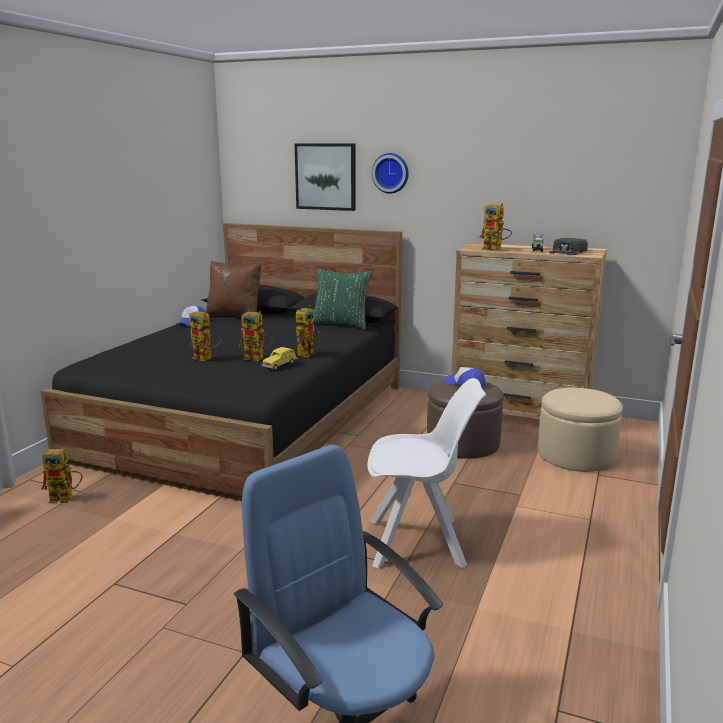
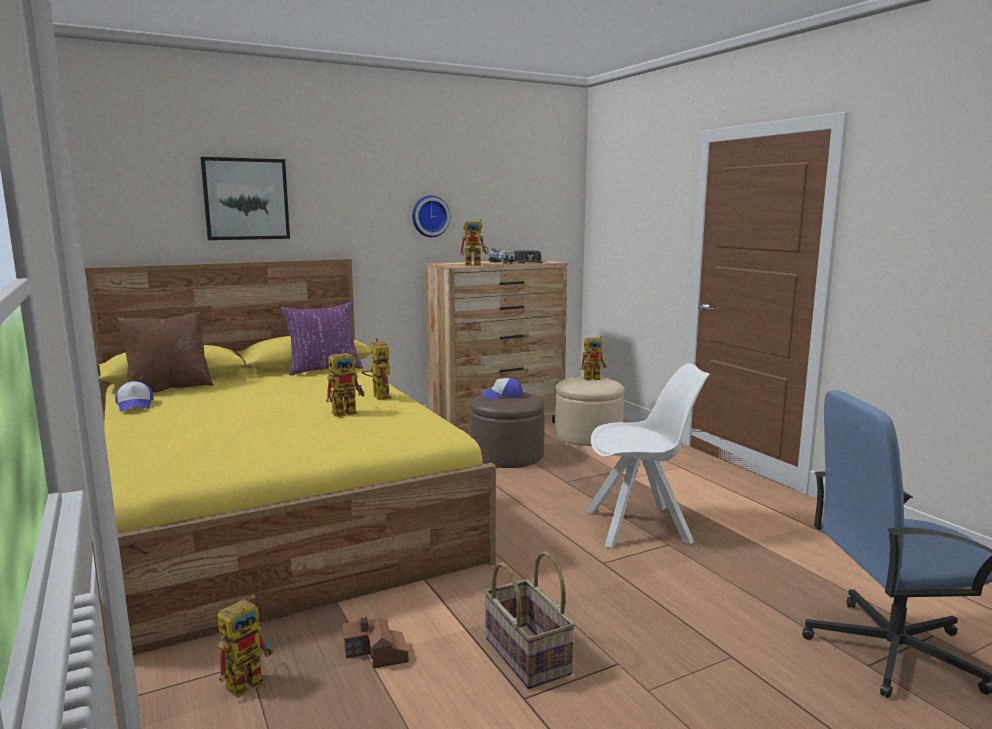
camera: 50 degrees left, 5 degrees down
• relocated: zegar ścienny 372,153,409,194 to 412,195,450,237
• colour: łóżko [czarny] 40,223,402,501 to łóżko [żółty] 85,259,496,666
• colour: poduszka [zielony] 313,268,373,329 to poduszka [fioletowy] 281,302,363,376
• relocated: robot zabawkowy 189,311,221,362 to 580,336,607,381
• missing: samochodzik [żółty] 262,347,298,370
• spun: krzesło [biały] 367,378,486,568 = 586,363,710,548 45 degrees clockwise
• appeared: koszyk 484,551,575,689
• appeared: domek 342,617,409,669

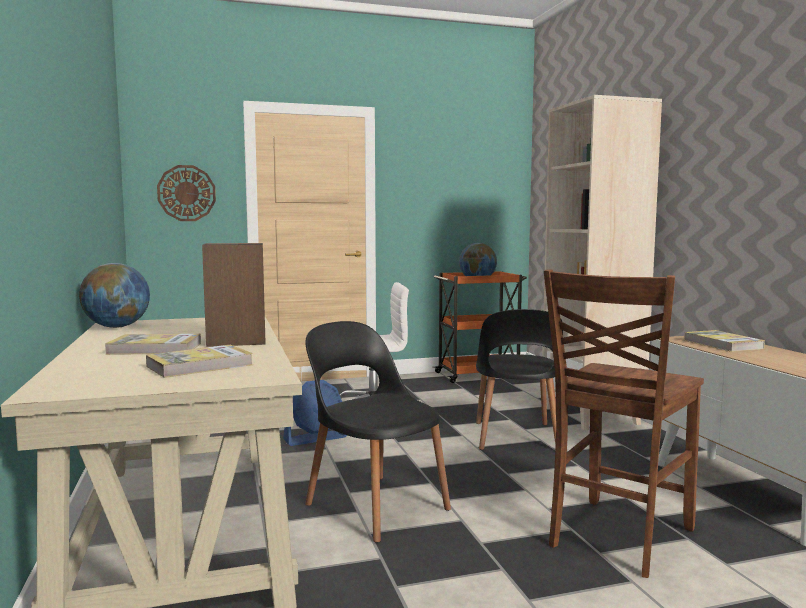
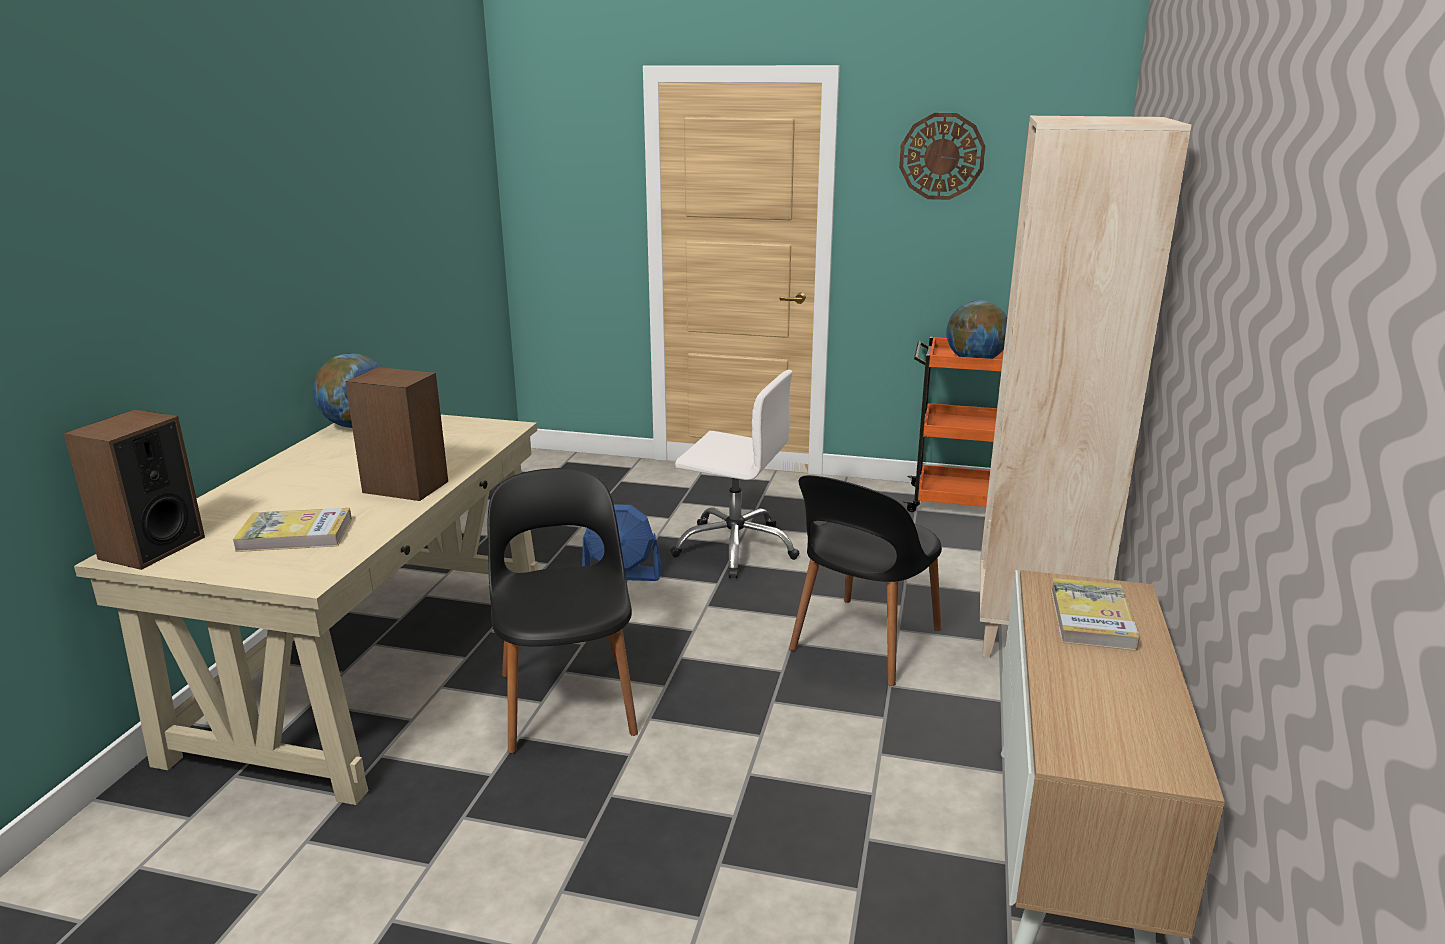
camera: 30 degrees right, 15 degrees up
• relocated: zegar ścienny 157,165,216,221 to 899,113,986,200
• missing: krzesło [brązowy] 544,269,704,578
• missing: książka 105,334,201,355
• appeared: głośnik 64,409,205,570

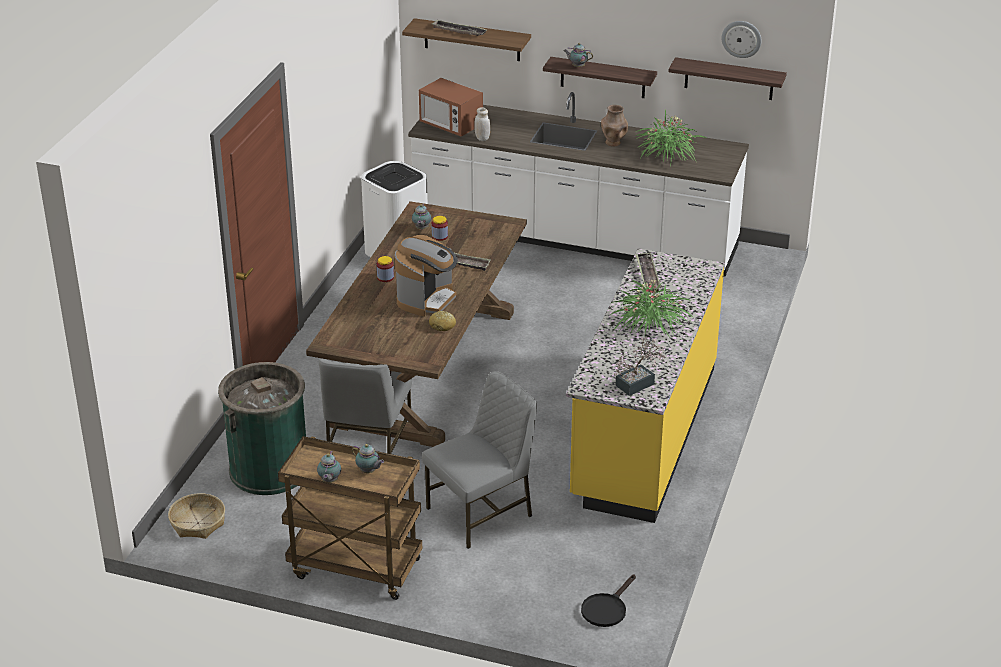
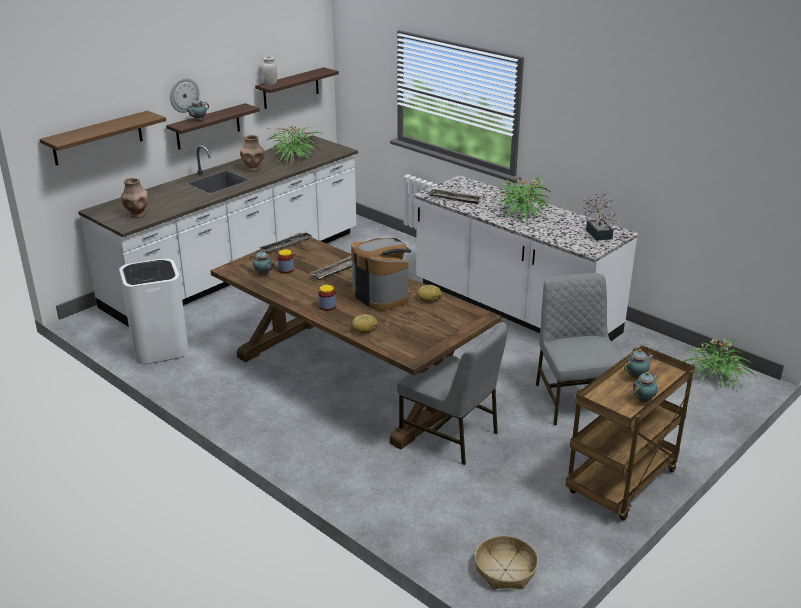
camera: 65 degrees left, 5 degrees down
• relocated: taca 432,19,487,36 to 259,232,313,253
• relocated: zegar ścienny 722,21,761,58 to 170,78,199,113
• exchanged: mikrofalówka 419,78,483,137 to wazon [brązowy] 121,178,148,218
• relocated: słoik [biały] 474,107,490,141 to 262,57,277,86
• colour: zabudowa kuchenna [żółty] 566,248,725,523 to zabudowa kuchenna [biały] 413,175,639,341
• missing: kosz na śmieci [zielony] 218,362,306,495
• spun: imbryk 317,451,341,483 = 633,372,658,402 75 degrees counterclockwise
• exchanged: patelnia [czarny] 581,574,636,627 to roślina doniczkowa 683,336,755,389
• appeared: chleb 352,314,378,333

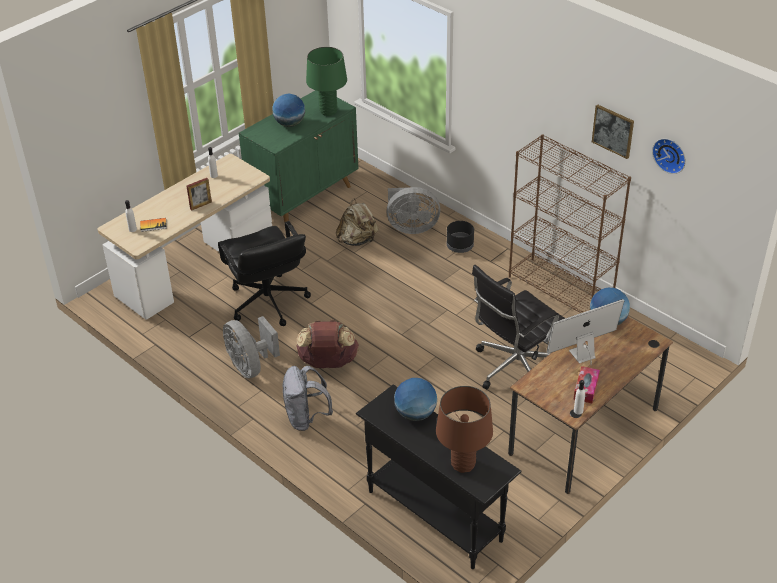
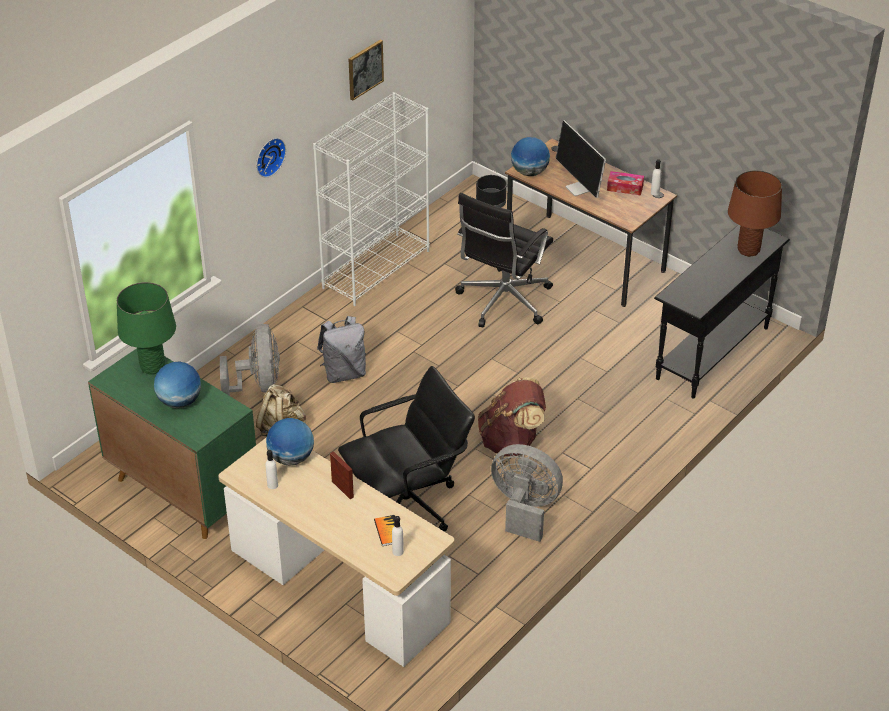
camera: 95 degrees left, 0 degrees up
• colour: regał [brązowy] 509,134,631,313 to regał [biały] 313,92,430,306
• relocated: zegar ścienny 652,138,686,174 to 256,138,286,178
• relocated: donica [czarny] 447,221,474,253 to 476,175,507,208
• spun: krzesło biurowe [czarny] 472,265,565,389 = 455,193,553,327 75 degrees clockwise
• spun: wentylator [szary] 223,316,280,378 = 491,444,563,542 120 degrees counterclockwise
• relocated: plecak [szary] 283,366,333,431 to 317,316,366,383
• relocated: globus 394,378,437,421 to 266,418,314,466

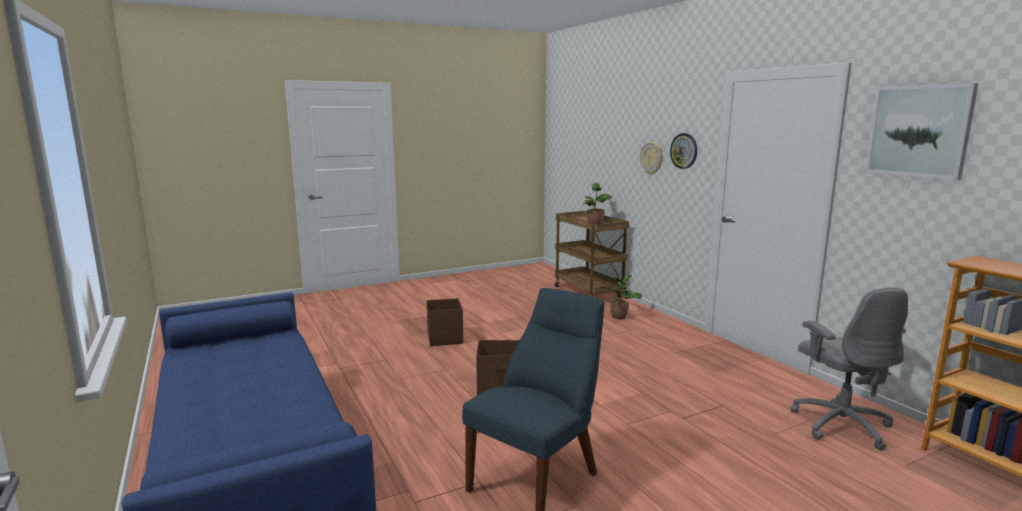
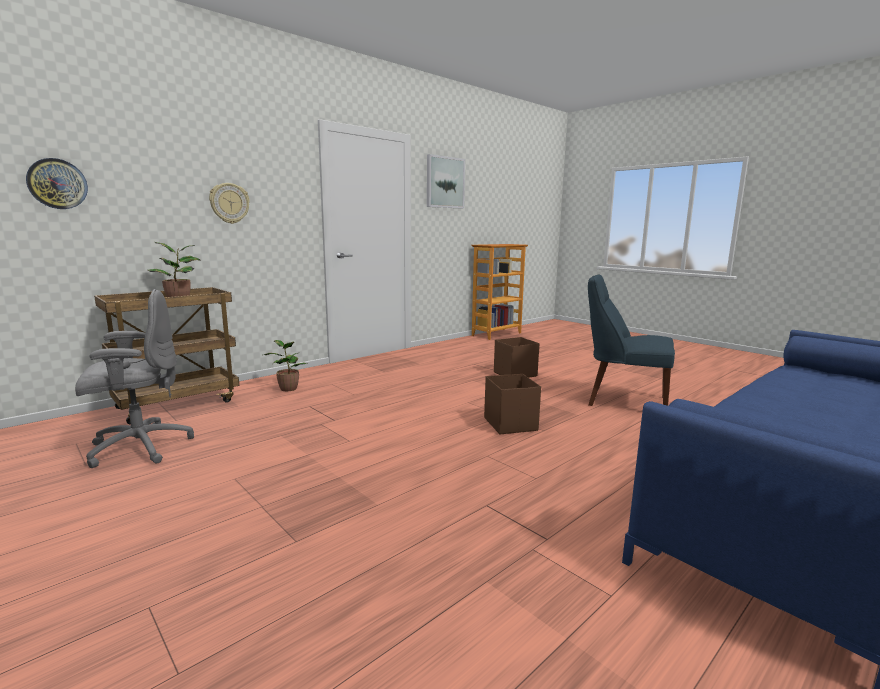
camera: 105 degrees left, 0 degrees up
• relocated: zegar ścienny 670,133,697,169 to 26,158,88,209
• relocated: krzesło biurowe [szary] 791,287,908,451 to 75,289,194,468
• relocated: pojemnik do przechowywania [brązowy] 427,298,463,346 to 494,337,539,378

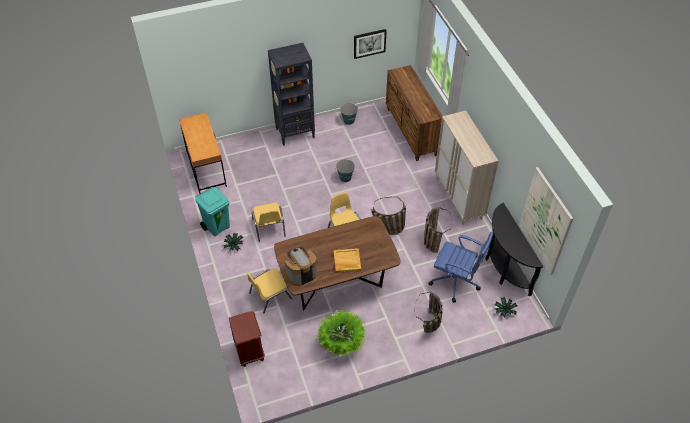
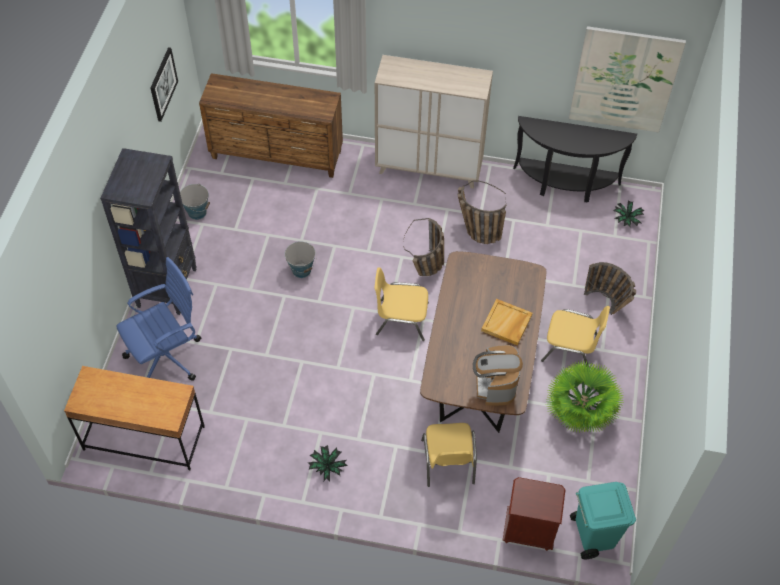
camera: 60 degrees left, 5 degrees up
• relocated: kosz na śmieci [turkusowy] 195,187,230,236 to 570,482,636,559
• relocated: krzesło [żółty] 252,203,286,242 to 541,306,610,366
• relocated: krzesło biurowe [niebieski] 428,231,493,303 to 116,257,201,380

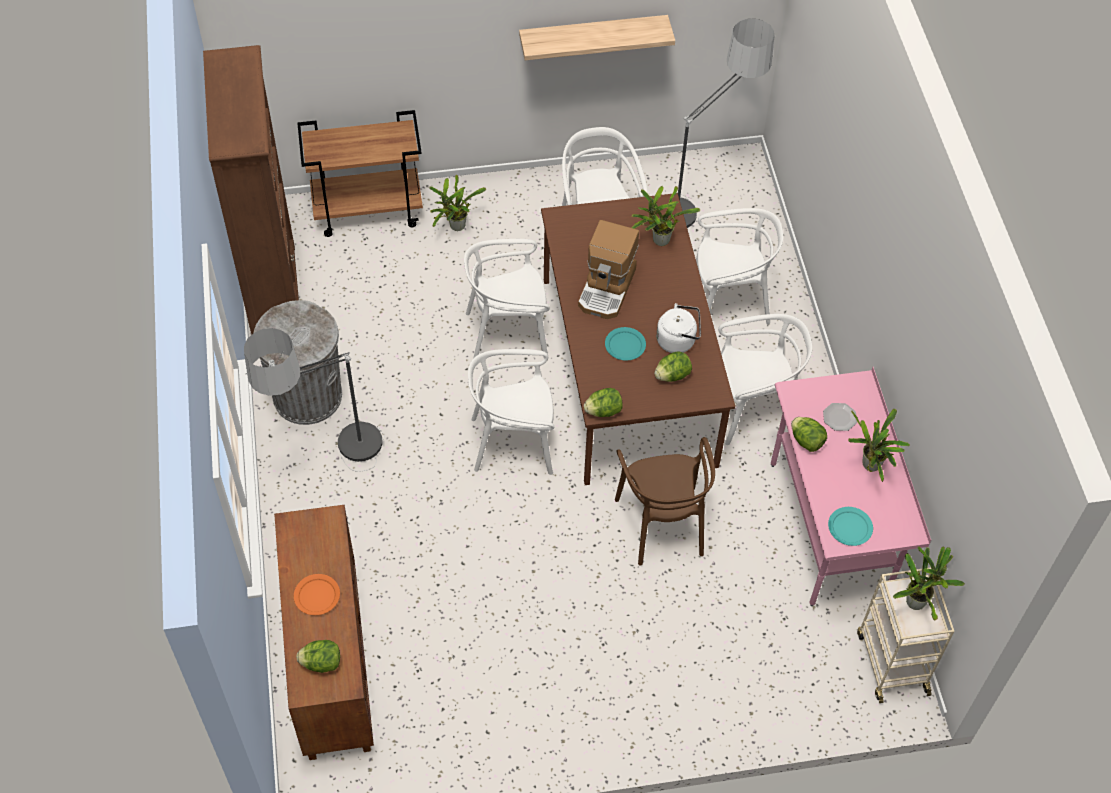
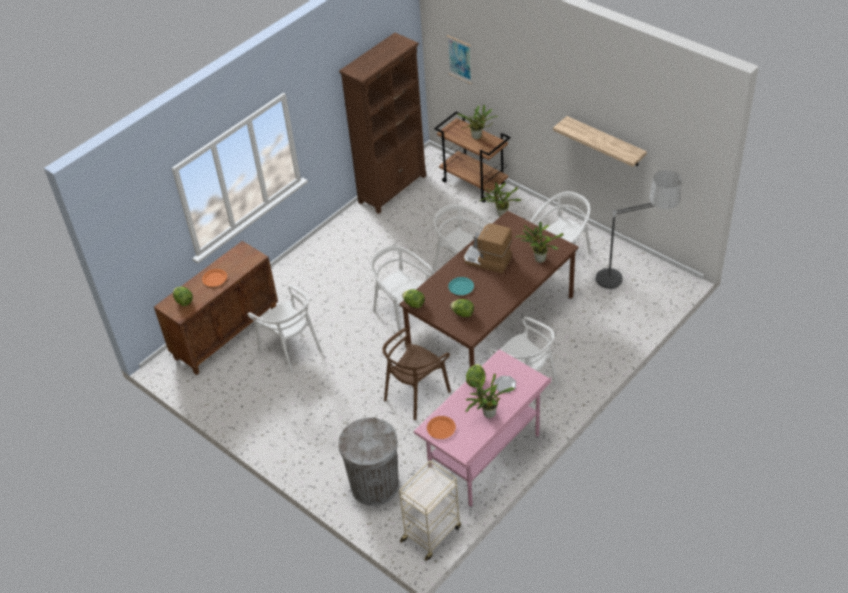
camera: 55 degrees right, 10 degrees down
• relocated: krzesło [biały] 696,208,783,325 to 247,285,322,373
• spun: ekspres do kawy 578,220,639,319 = 464,223,512,274 45 degrees clockwise
• relocated: kosz na śmieci [szary] 254,300,342,425 to 338,417,399,506
• missing: czajnik [biały] 656,303,701,353
• missing: lampa stojąca 244,328,385,471
• colour: talerz [turkusowy] 828,507,873,546 to talerz [pomarańczowy] 427,416,456,439
• relocated: roślina doniczkowa 893,547,965,621 to 457,105,498,140
• appeared: obraz 447,35,472,84

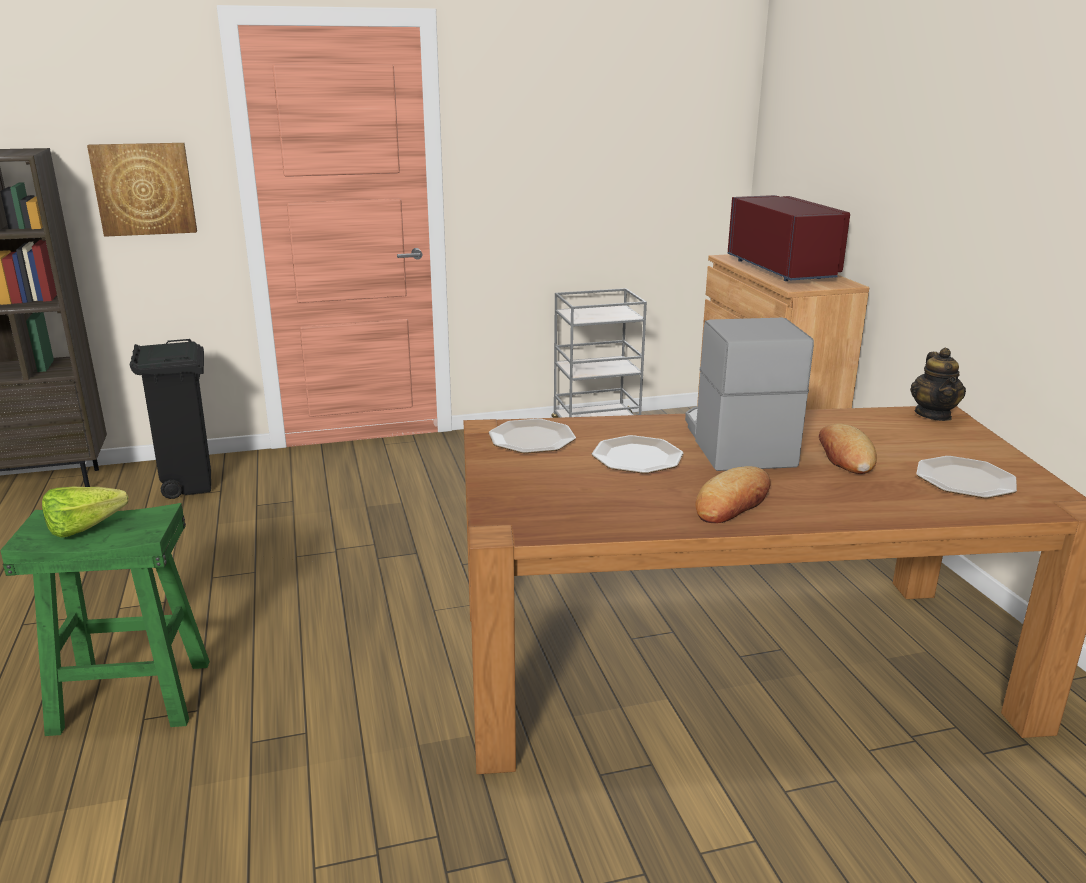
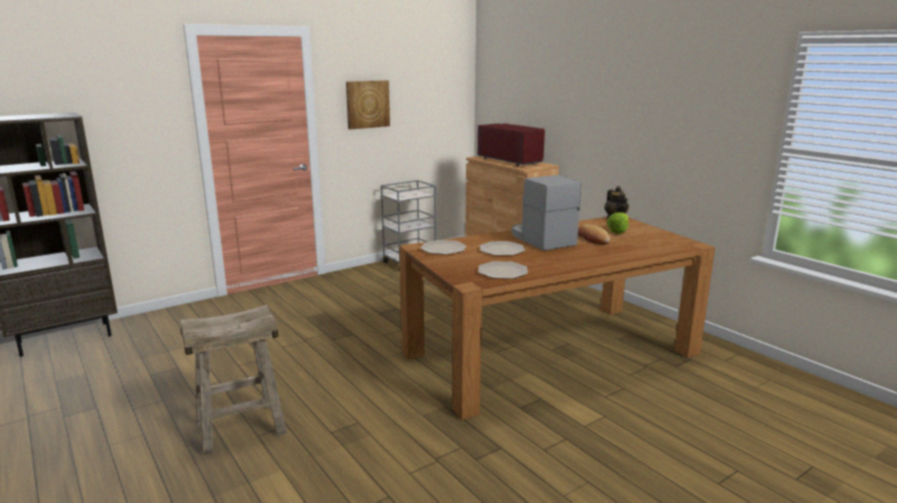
camera: 20 degrees left, 5 degrees down
• relocated: obraz 87,143,197,237 to 346,80,390,129
• missing: kosz na śmieci [czarny] 130,339,211,499
• relocated: talerz 916,456,1017,498 to 478,261,528,279
• missing: chleb 695,466,771,523
• relocated: sałata 42,487,128,538 to 607,212,629,234
• colour: stołek [zielony] 0,503,210,736 to stołek [beżowy] 180,305,287,456

